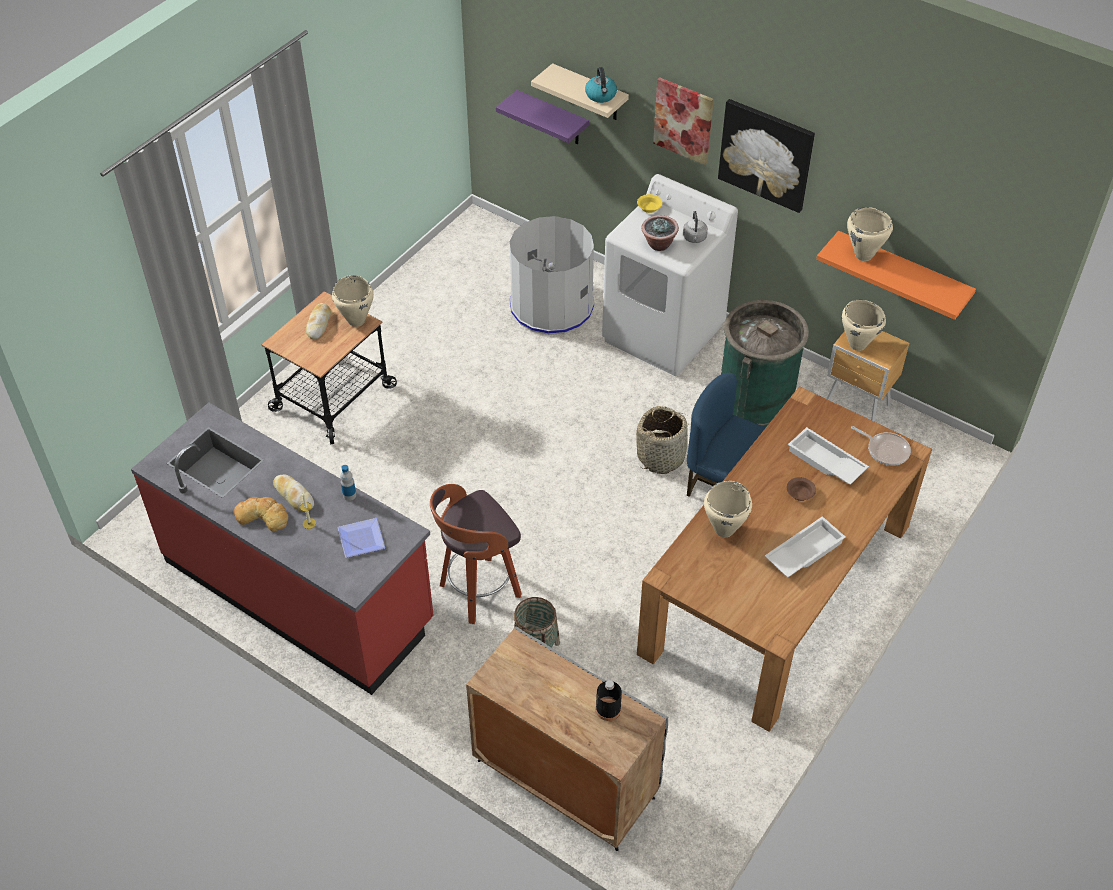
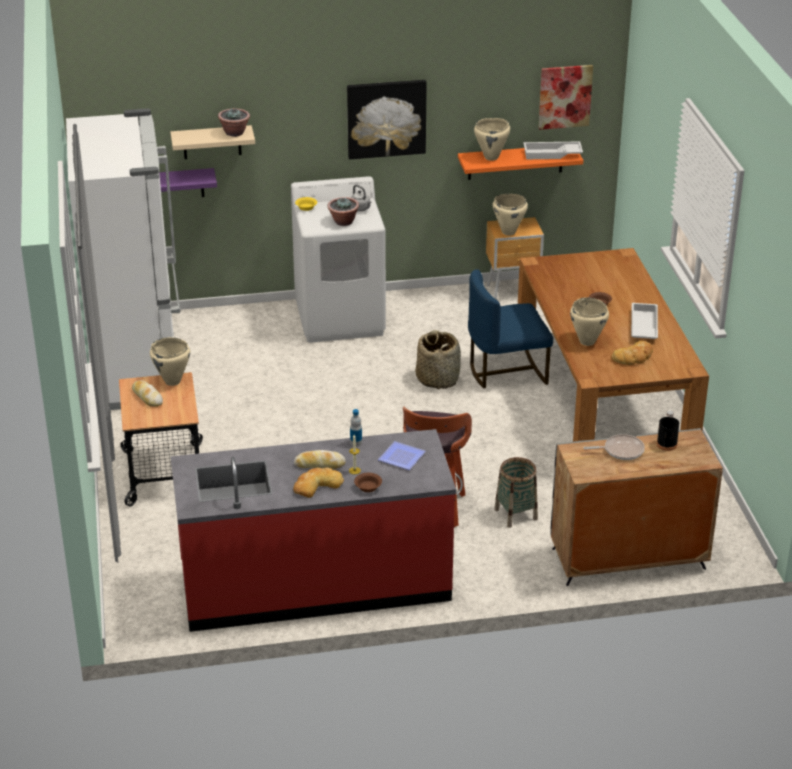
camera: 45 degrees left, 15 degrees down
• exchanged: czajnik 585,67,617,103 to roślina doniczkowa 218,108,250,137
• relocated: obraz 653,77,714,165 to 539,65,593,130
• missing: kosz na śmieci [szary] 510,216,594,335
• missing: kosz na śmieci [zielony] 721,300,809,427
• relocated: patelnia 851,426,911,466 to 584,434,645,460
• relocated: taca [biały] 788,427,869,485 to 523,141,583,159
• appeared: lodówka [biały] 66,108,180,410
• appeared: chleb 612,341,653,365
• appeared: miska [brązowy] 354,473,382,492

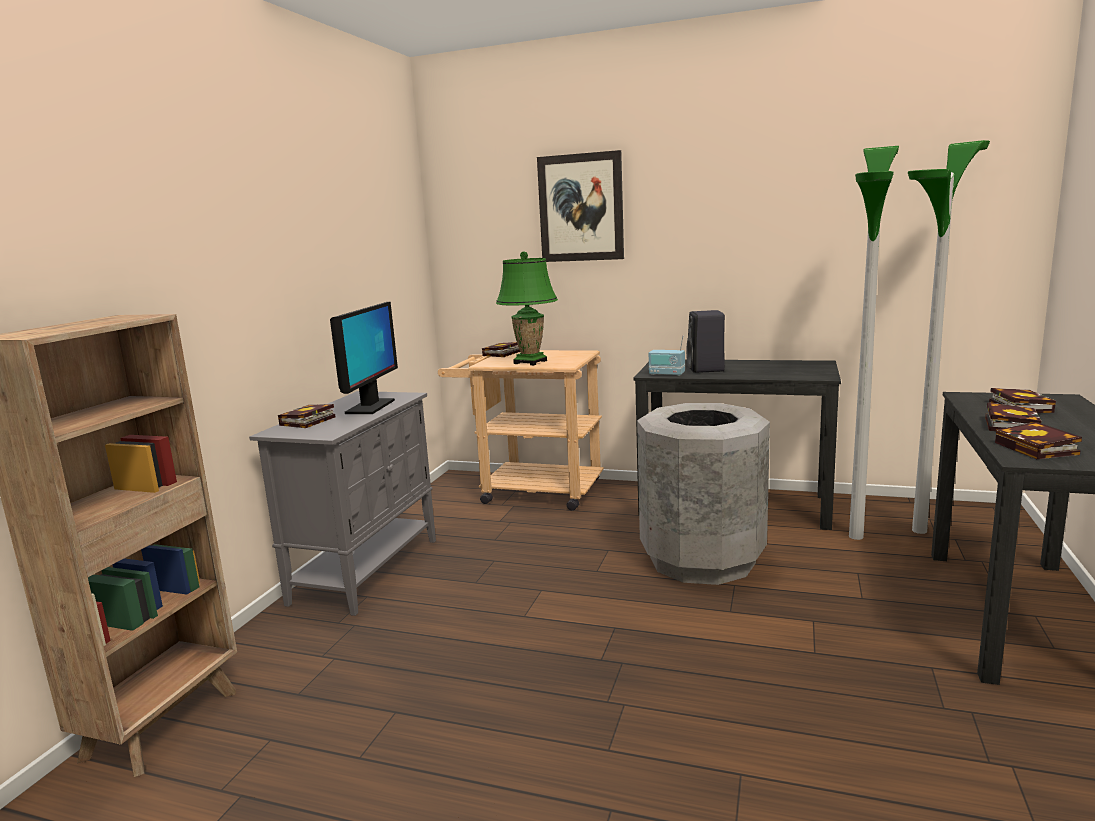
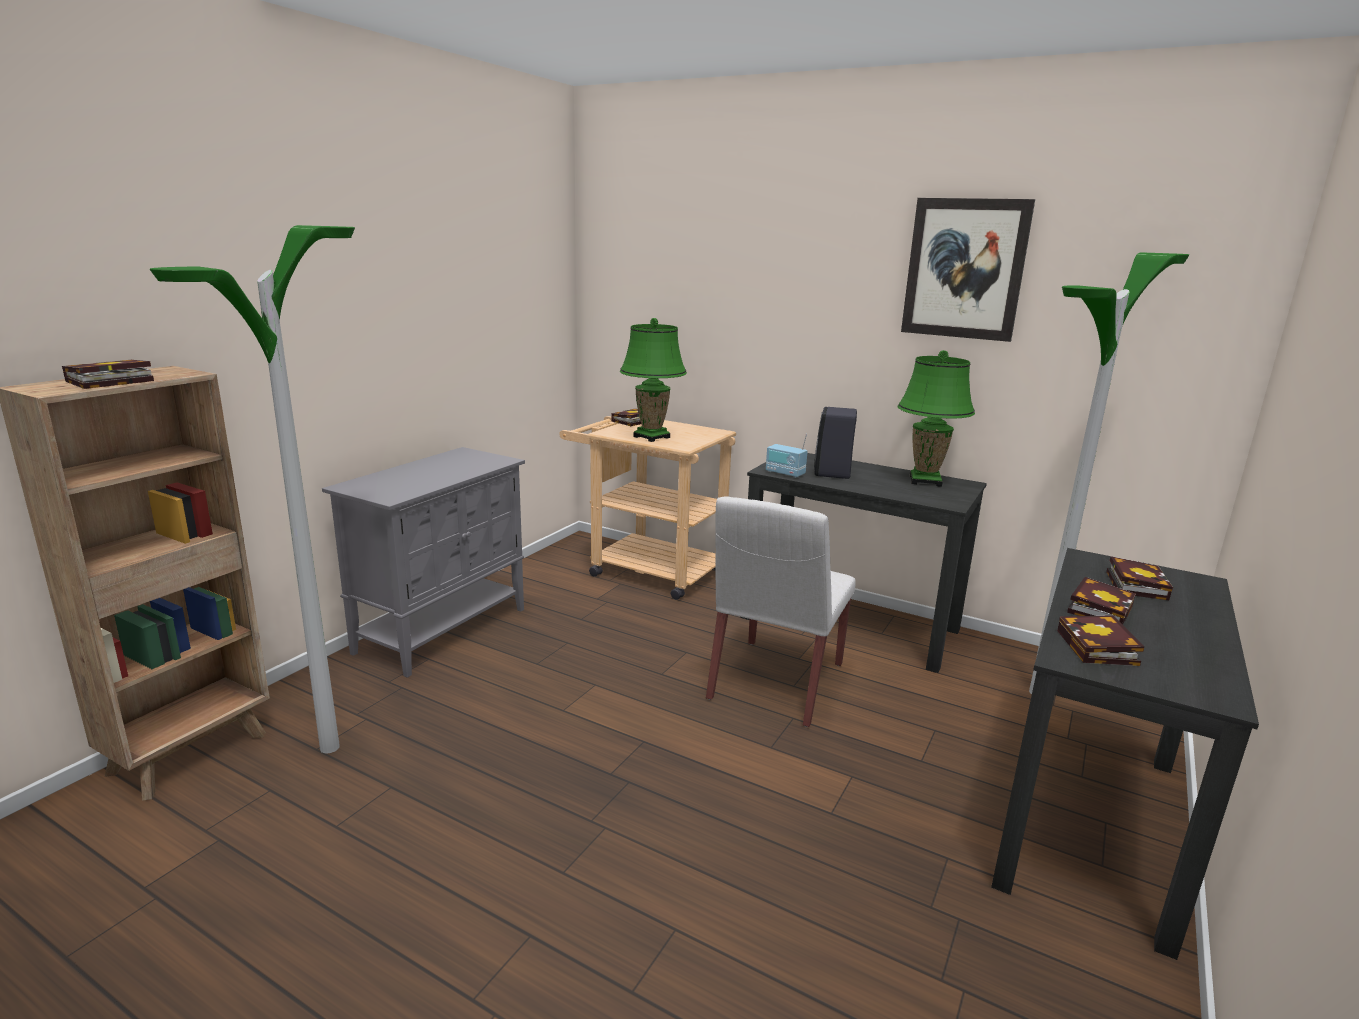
camera: 10 degrees right, 5 degrees up
• relocated: lampa stojąca 849,146,899,540 to 150,225,355,753
• relocated: obraz 537,150,624,262 to 901,198,1035,342
• missing: monitor 330,302,398,414
• exchanged: kosz na śmieci [szary] 637,403,770,585 to krzesło [biały] 706,496,856,727
• relocated: książka 278,404,336,428 to 62,360,154,389
• appeared: lampa stołowa [zielony] 898,350,975,487

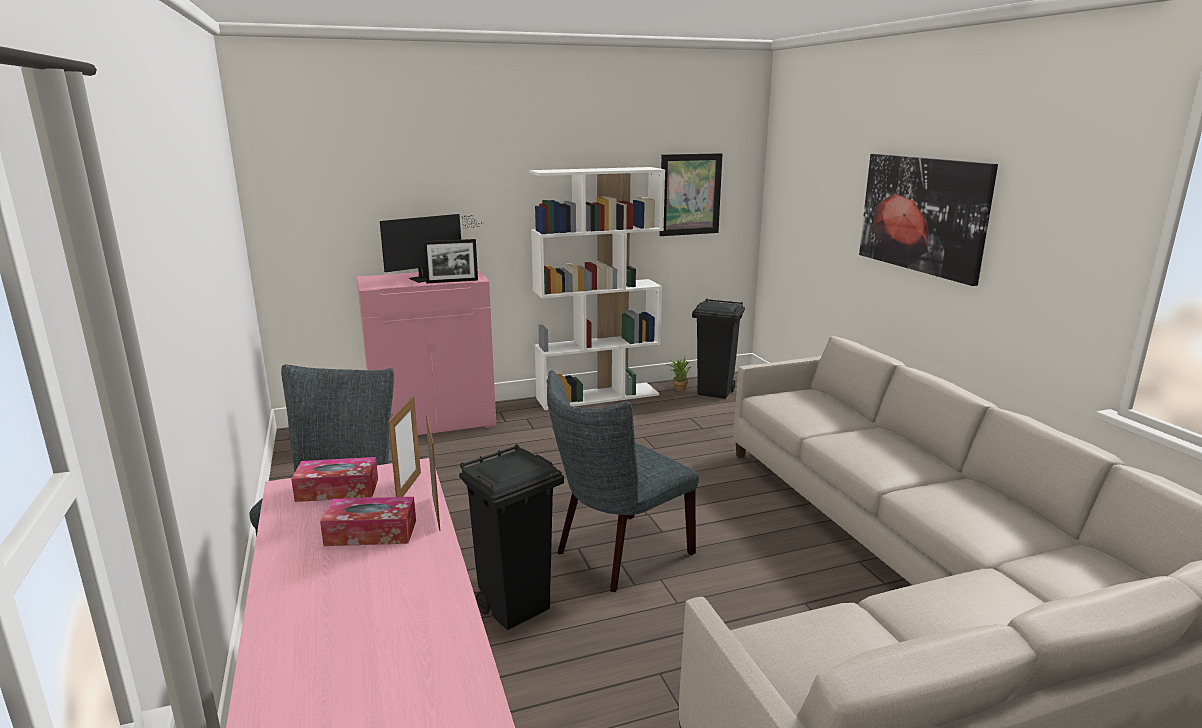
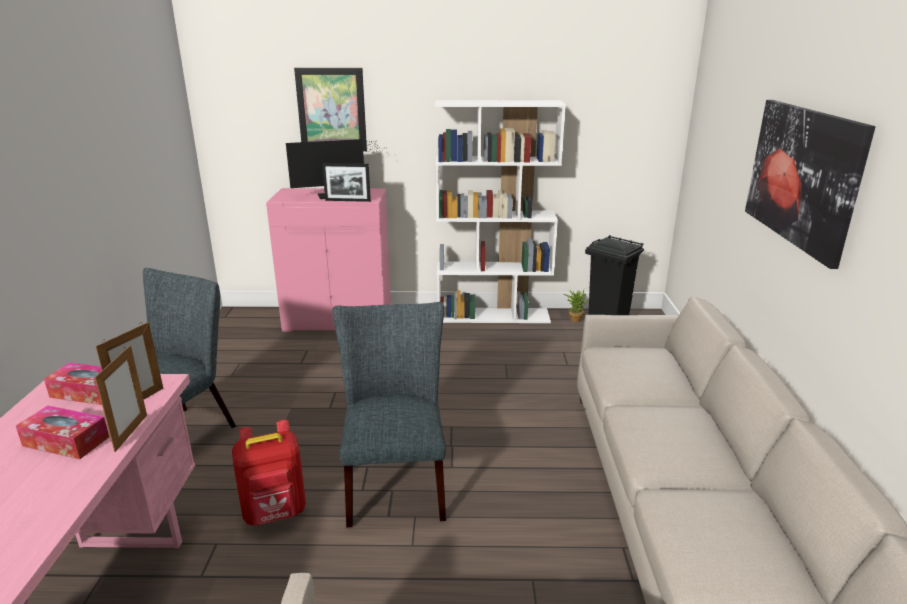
camera: 20 degrees right, 5 degrees up
• relocated: obraz 659,153,723,236 to 294,68,367,151
• spun: krzesło [szary] 547,370,699,592 = 332,302,446,528 105 degrees clockwise
• exchanged: kosz na śmieci [czarny] 459,444,564,630 to plecak [czerwony] 232,420,306,525

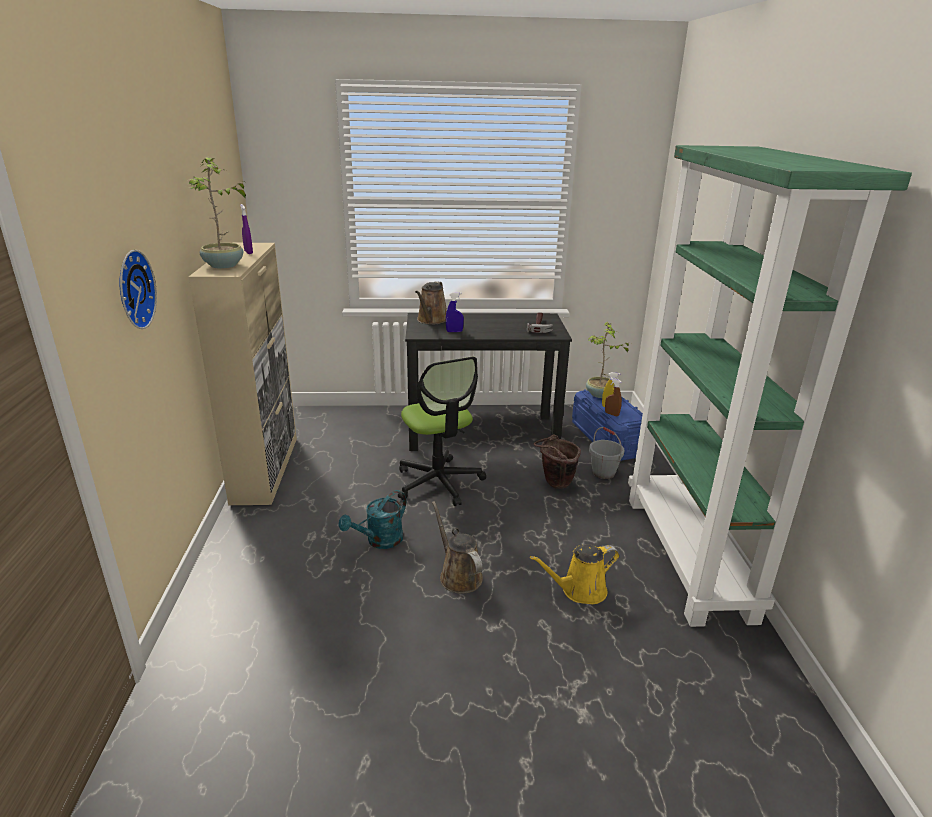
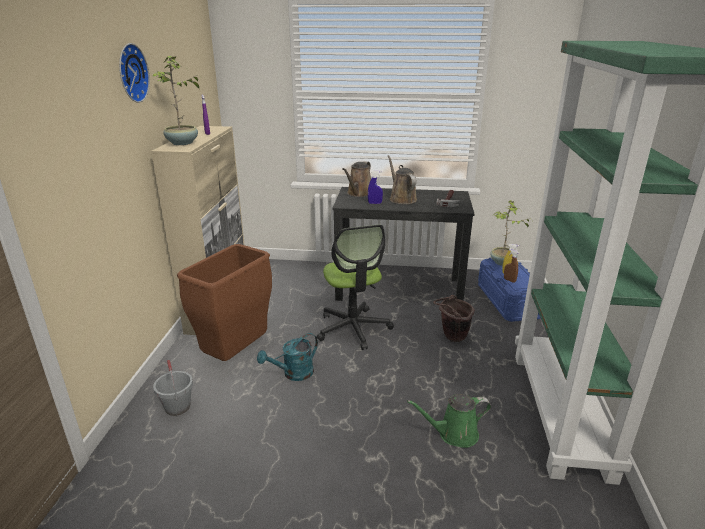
camera: 10 degrees right, 0 degrees up
• relocated: zegar ścienny 120,250,157,329 to 119,43,150,103
• relocated: wiadro [szary] 589,427,625,479 to 153,360,193,416
• relocated: konewka [brązowy] 432,501,483,593 to 388,155,417,204
• colour: konewka [żółty] 530,544,620,604 to konewka [zielony] 407,394,491,448
• appeared: kosz na śmieci [brązowy] 177,244,272,361

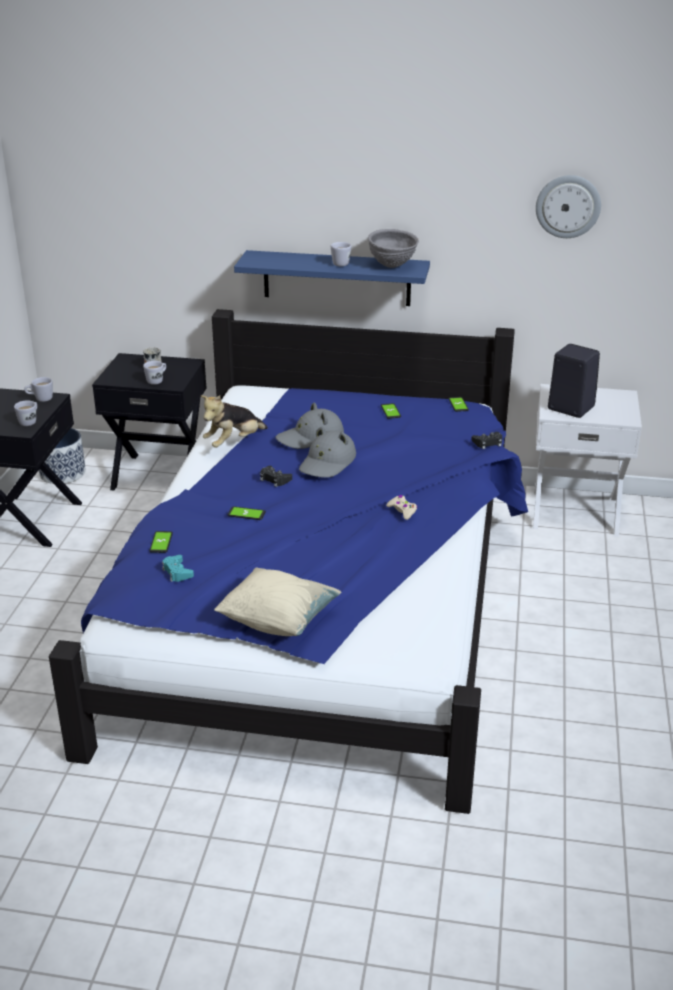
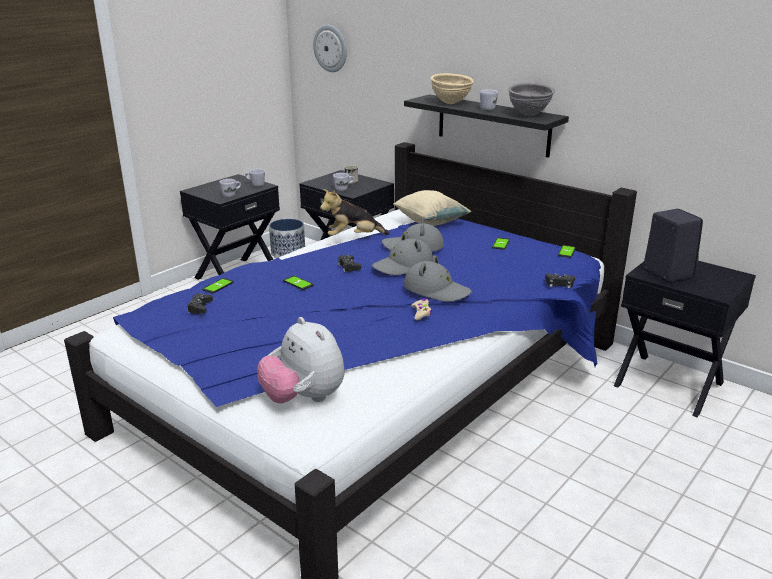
camera: 30 degrees right, 5 degrees down
• relocated: zegar ścienny 536,175,601,238 to 313,25,347,72
• colour: półka [niebieski] 234,250,430,306 to półka [czarny] 404,94,569,158
• colour: szafka nocna [biały] 533,384,642,537 to szafka nocna [czarny] 614,261,756,417
• colour: pad do gier [turkusowy] 162,555,194,582 to pad do gier [czarny] 187,293,213,314
• relocated: poduszka [beżowy] 214,567,341,636 to 393,190,471,226
• appeared: miska [beżowy] 430,73,474,104
• appeared: kapelusz [szary] 404,255,472,302
• appeared: pluszak 257,317,345,404

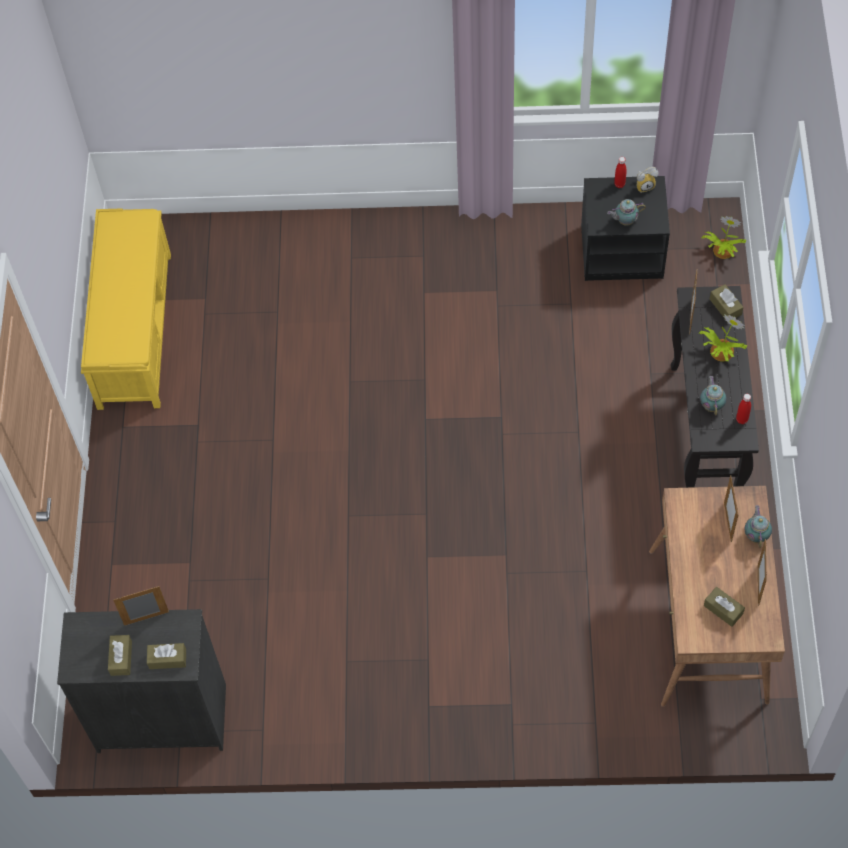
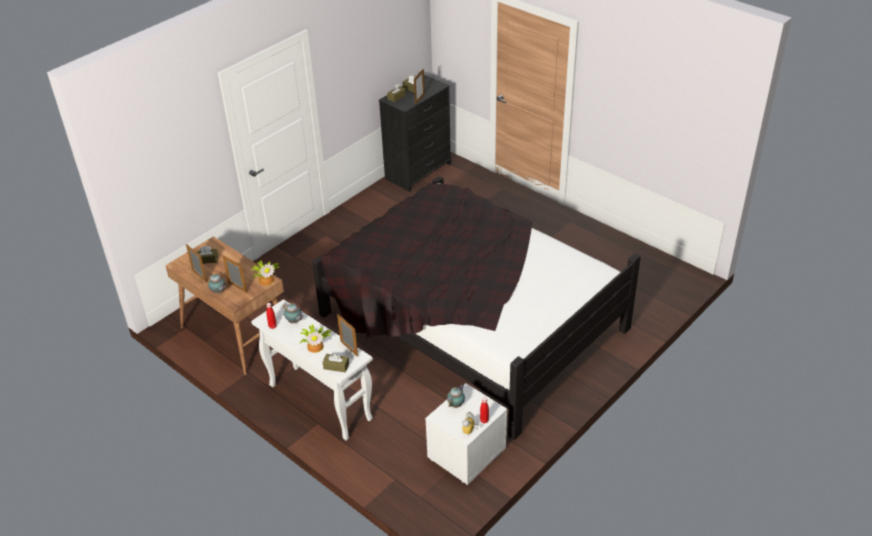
camera: 130 degrees right, 20 degrees down
• colour: szafka nocna [czarny] 581,176,670,281 to szafka nocna [biały] 425,383,507,485
• missing: ławka [żółty] 81,208,171,410
• relocated: roślina doniczkowa 702,216,746,259 to 251,261,280,285
• colour: stolik konsolowy [czarny] 671,286,759,488 to stolik konsolowy [biały] 251,299,373,441
• appeared: łóżko [czarny] 312,176,641,440

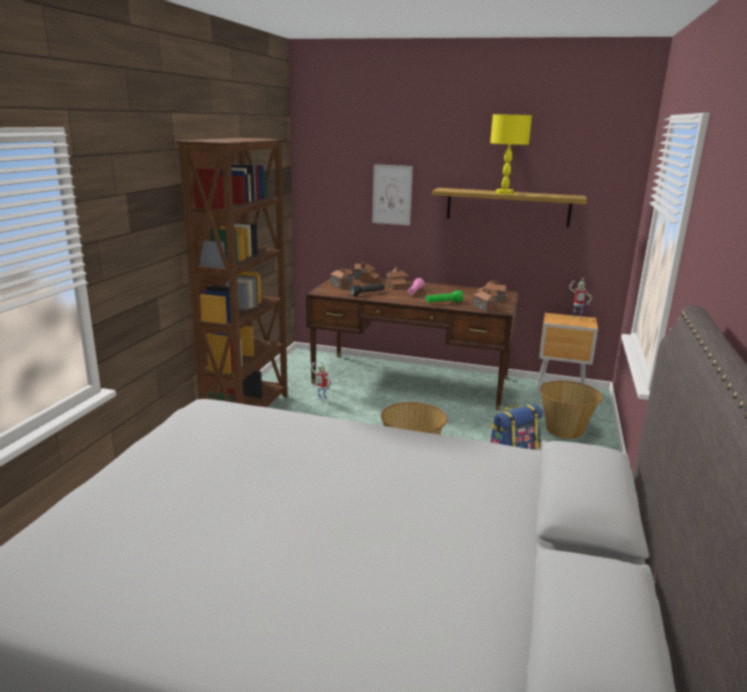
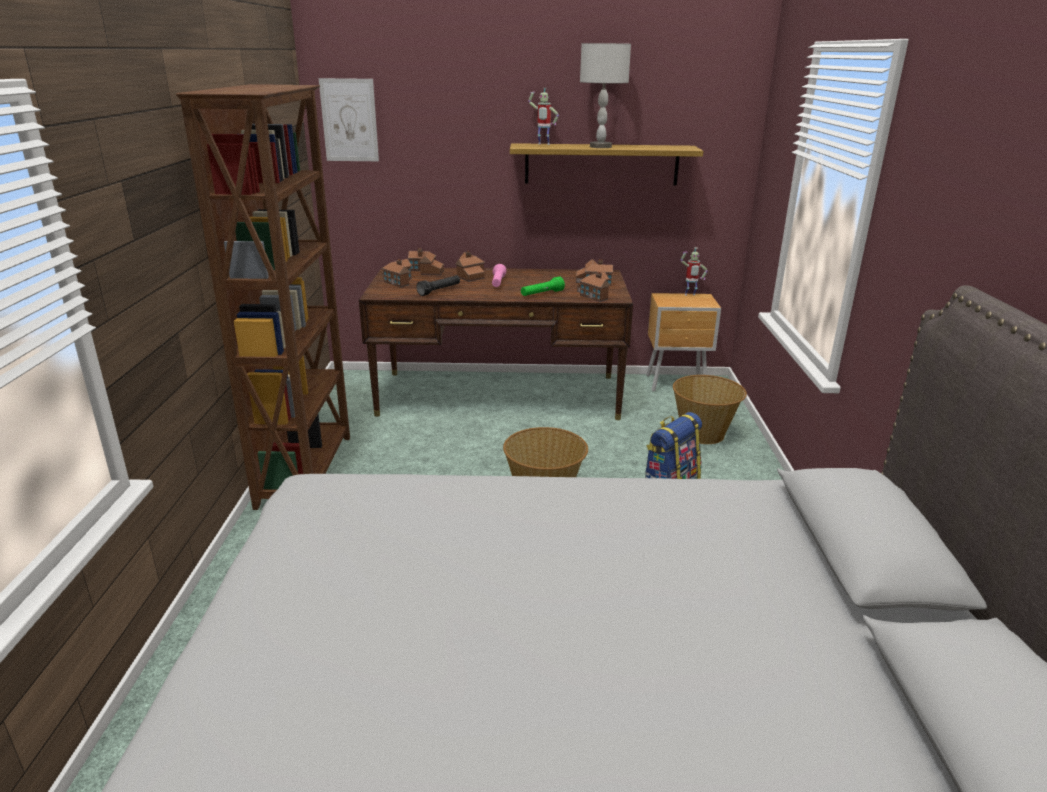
camera: 15 degrees left, 5 degrees up
• colour: lampa stołowa [żółty] 490,114,532,194 to lampa stołowa [szary] 580,43,631,148
• relocated: obraz 372,164,413,226 to 319,78,379,161
• relocated: robot zabawkowy 311,361,331,401 to 528,88,559,145

